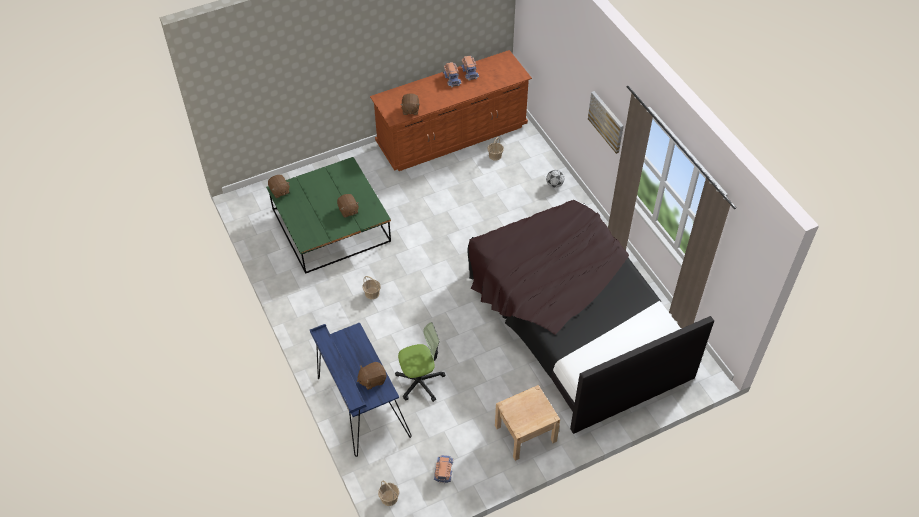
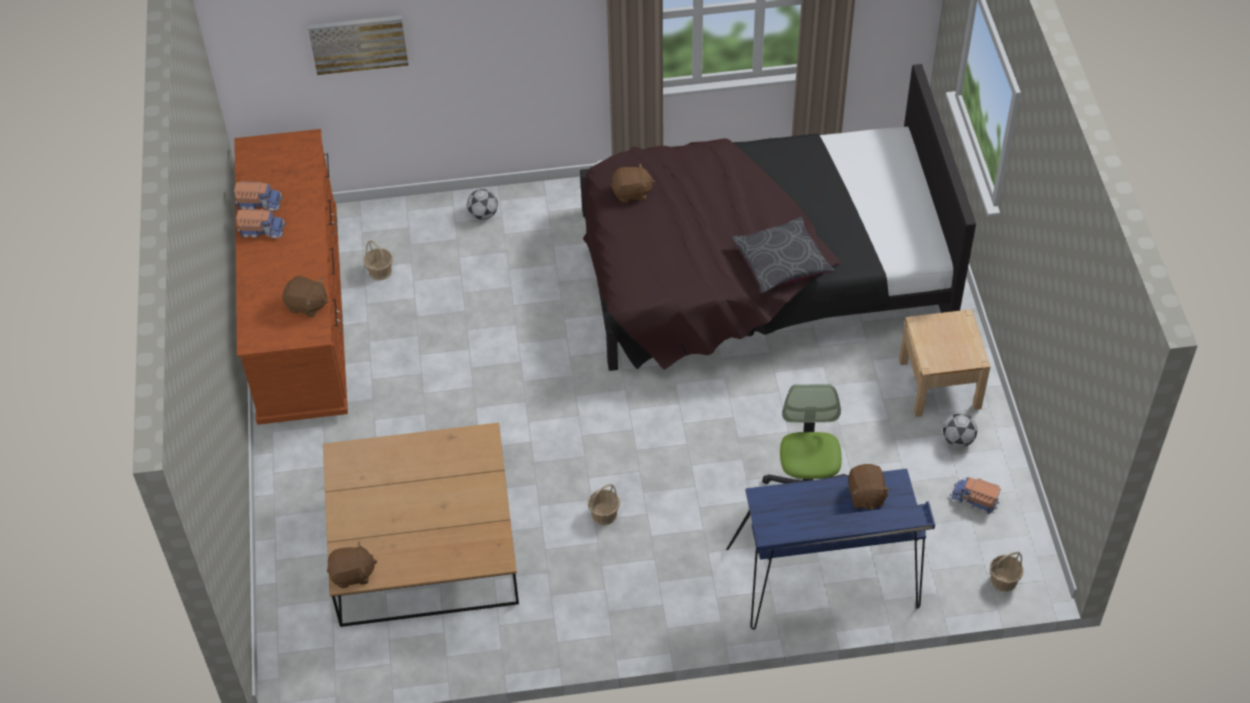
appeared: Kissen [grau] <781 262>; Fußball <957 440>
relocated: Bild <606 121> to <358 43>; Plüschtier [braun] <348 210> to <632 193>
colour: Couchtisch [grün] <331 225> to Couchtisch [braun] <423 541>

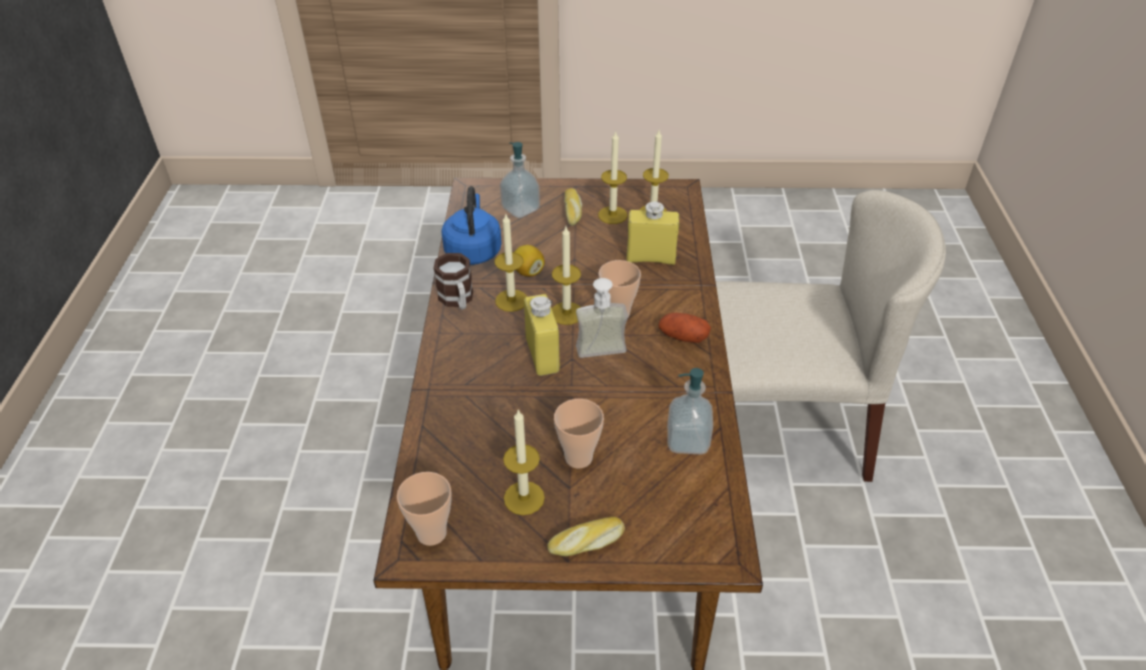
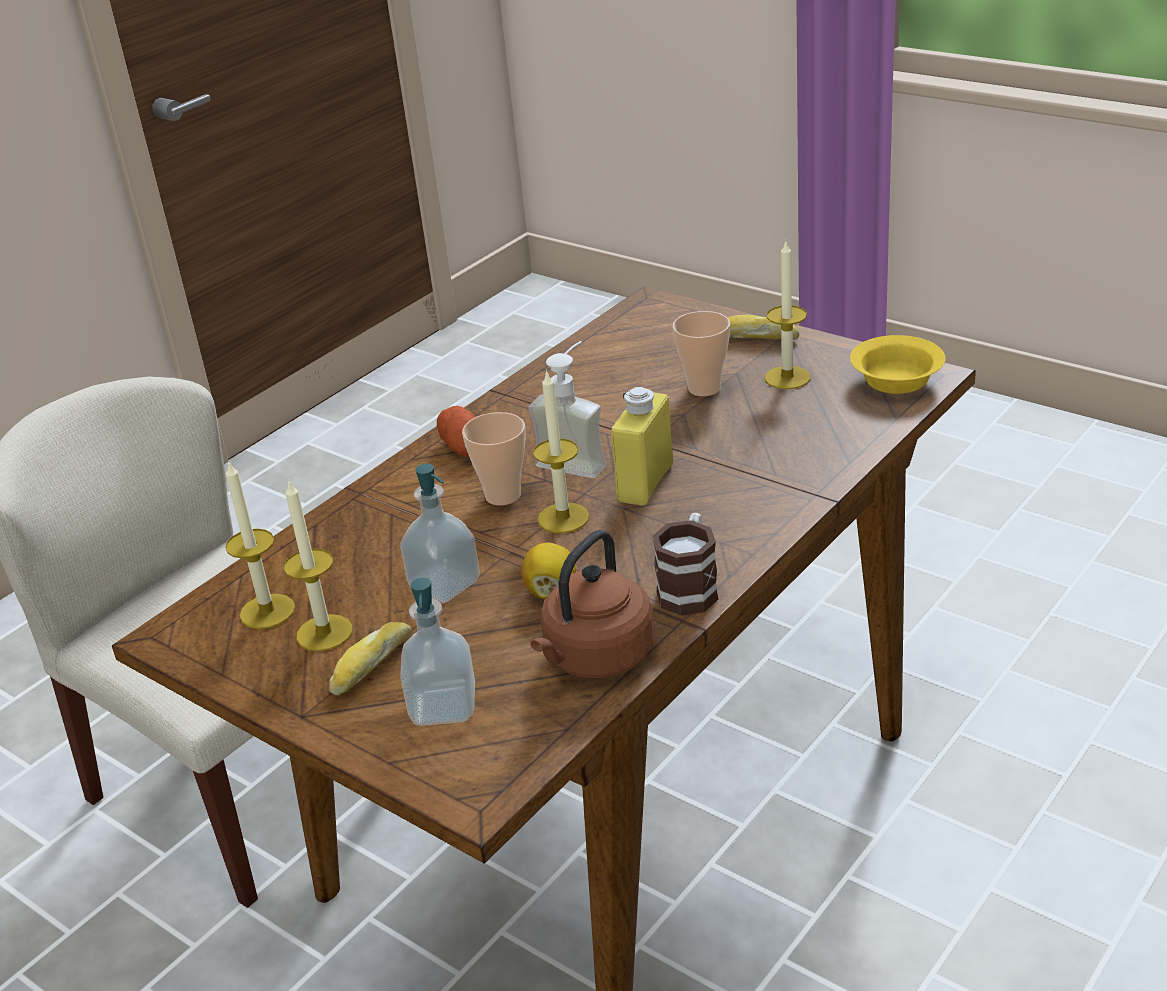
missing: Flasche [gelb] <650 258>; Kerze <511 300>
relocated: Seifenspender <687 441> to <444 585>
exchanged: Tasse <431 533> to Schüssel [gelb] <898 380>
colour: Wasserkessel [blau] <473 250> to Wasserkessel [braun] <596 658>

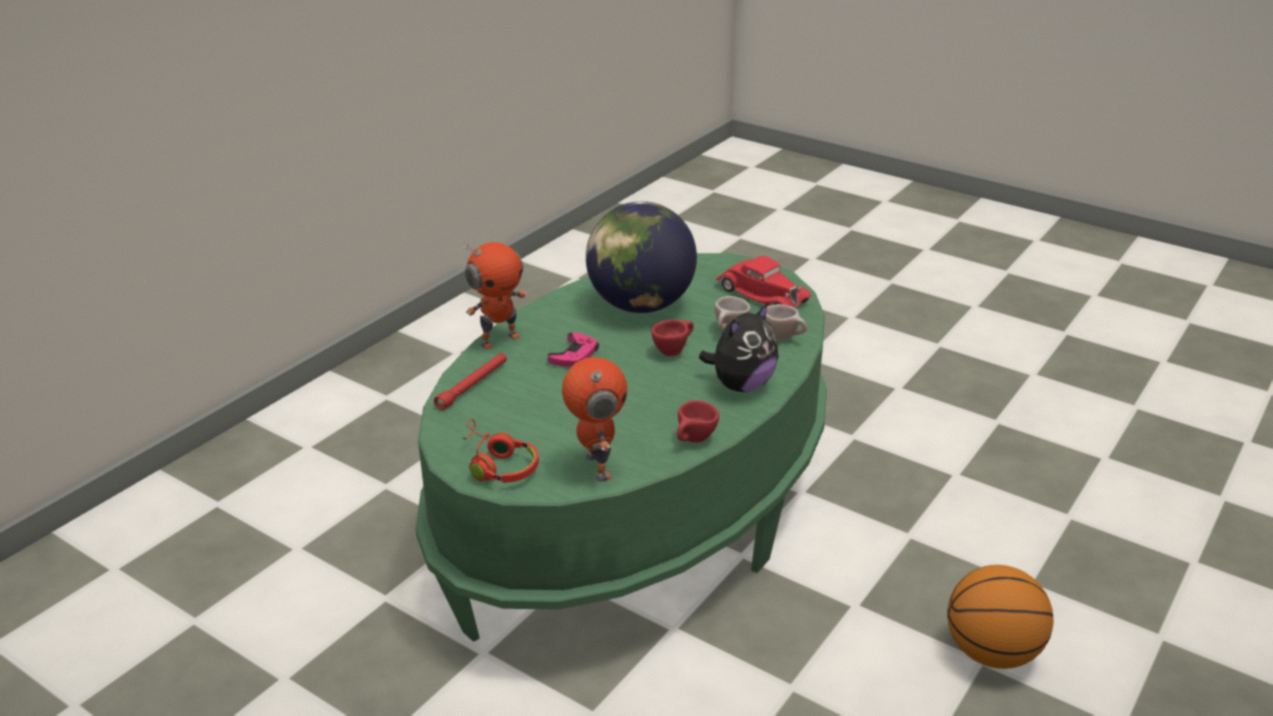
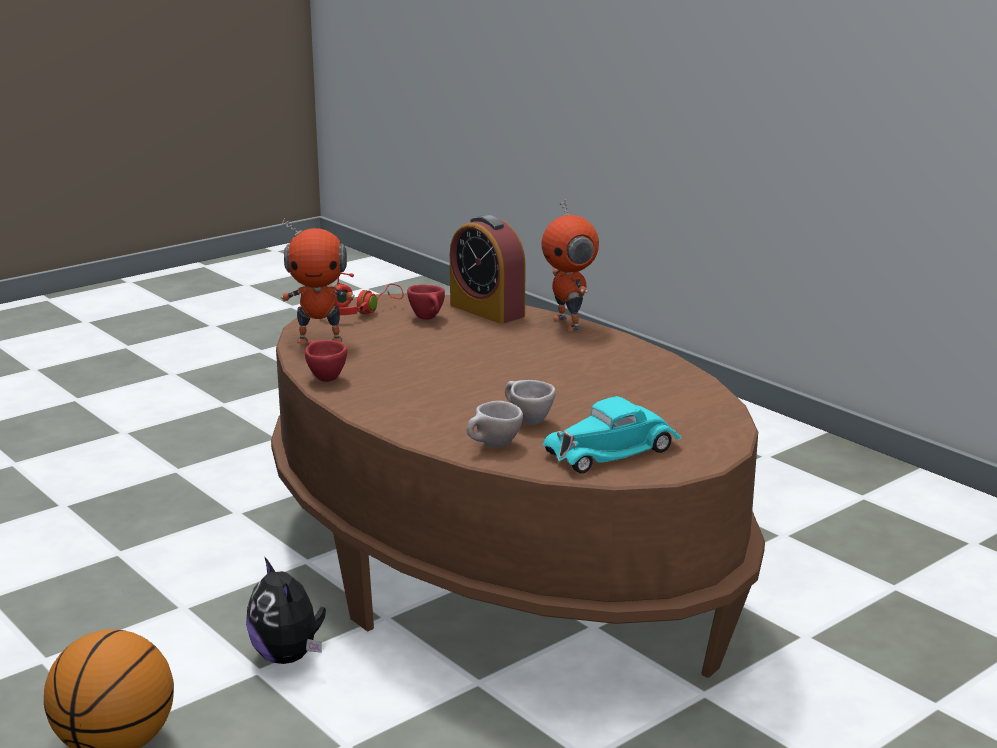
missing: Globus <640 305>; Gamepad [rosa] <574 355>
relocated: Plüschtier <741 385> to <288 656>; Tasse [rot] <673 351> to <429 319>
exchanged: Taschenlampe [rot] <473 386> to Wecker <487 310>
colour: Couchtisch [grün] <636 510> to Couchtisch [braun] <498 567>; Spielzeugauto [rot] <761 294> to Spielzeugauto [türkis] <613 451>

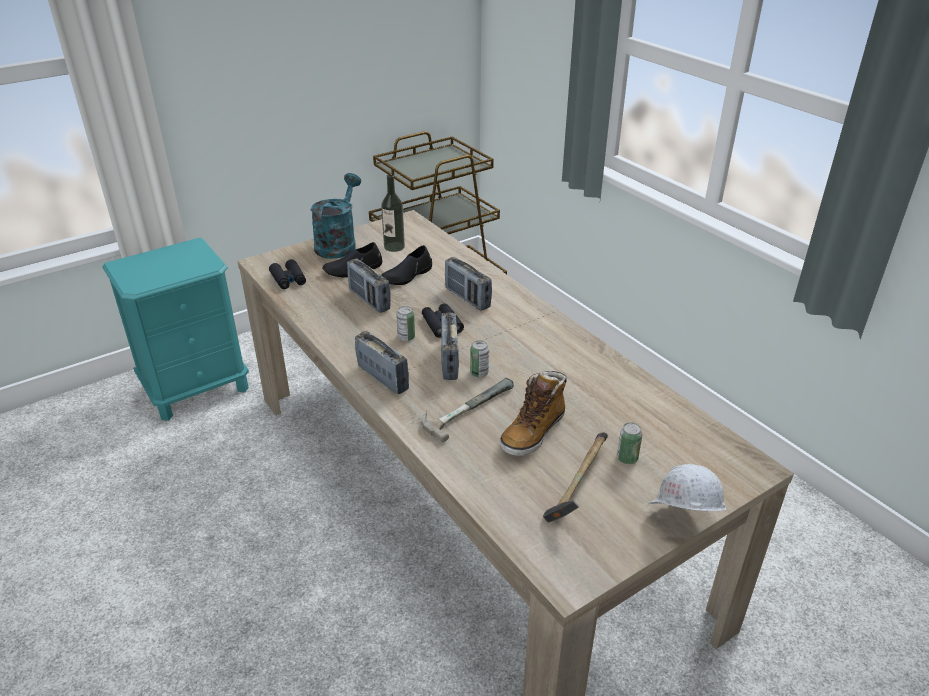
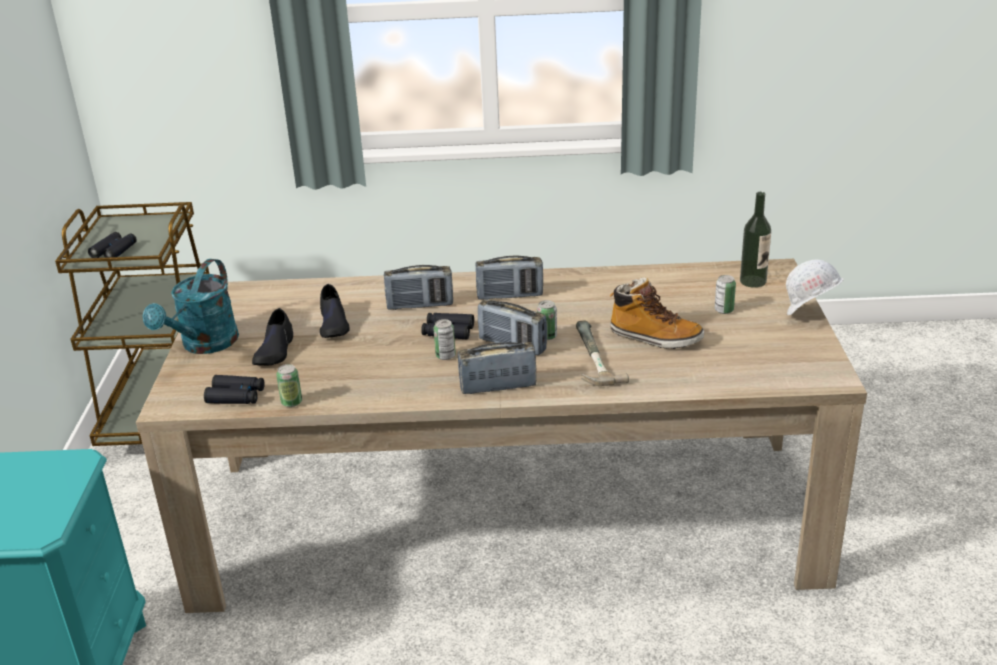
missing: Hammer <577 487>
appeared: Fernglas [schwarz] <114 251>; Dose <292 402>
relocated: Flasche <394 247> to <753 281>; Radio <369 300> to <510 296>
spun: Gießkanne [türkis] <338 243> = <204 345> 120 degrees counterclockwise; Stiefel <533 432> = <655 338> 45 degrees counterclockwise

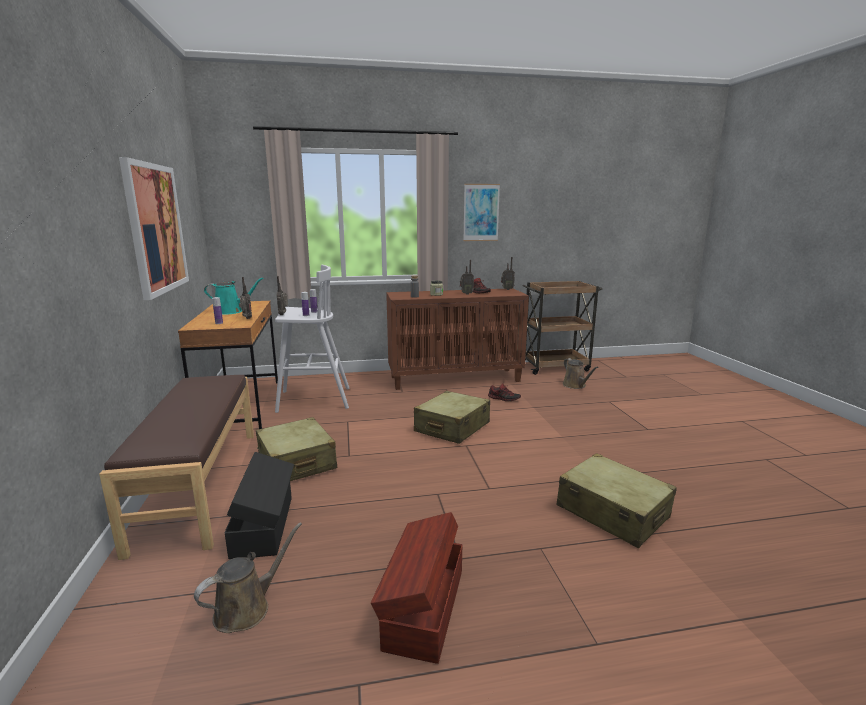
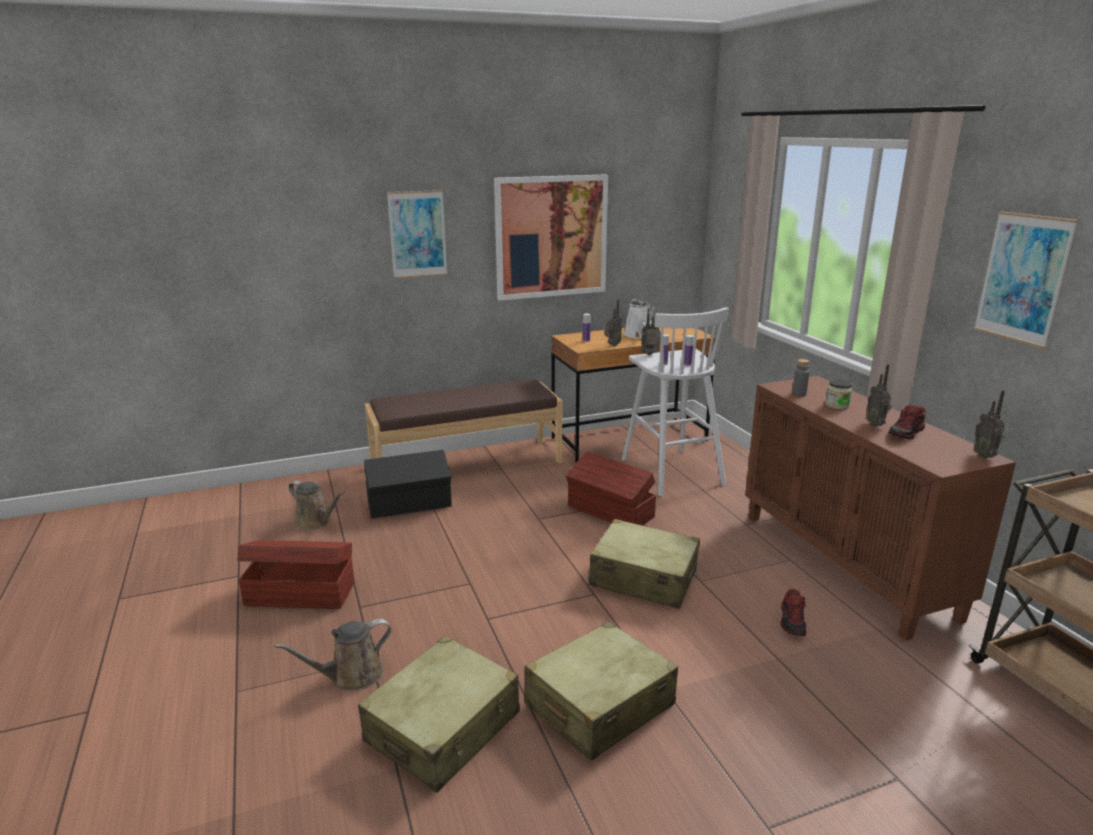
appeared: Bild <417 234>; Aufbewahrungsbox [braun] <610 512>
relocated: Gießkanne [braun] <575 385> to <351 676>; Koffer [beige] <296 463> to <599 705>
colour: Gießkanne [türkis] <231 311> to Gießkanne [weiß] <640 335>

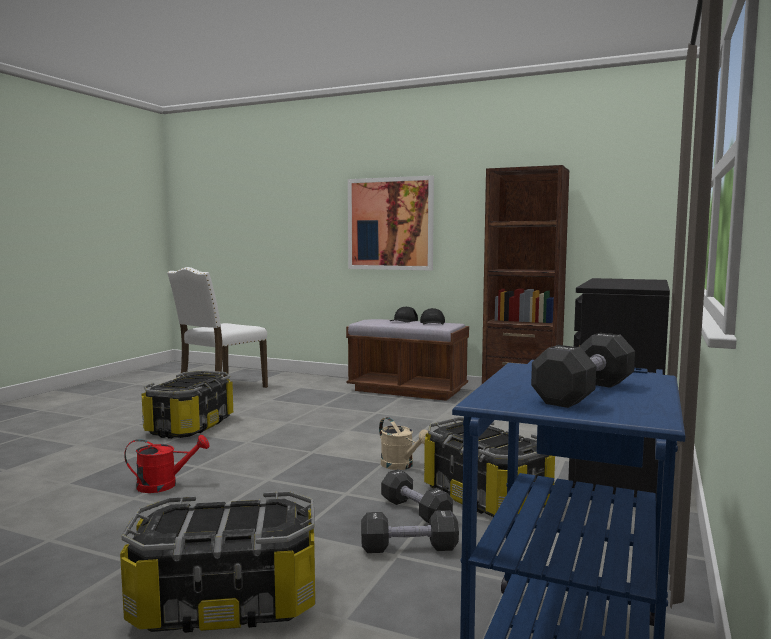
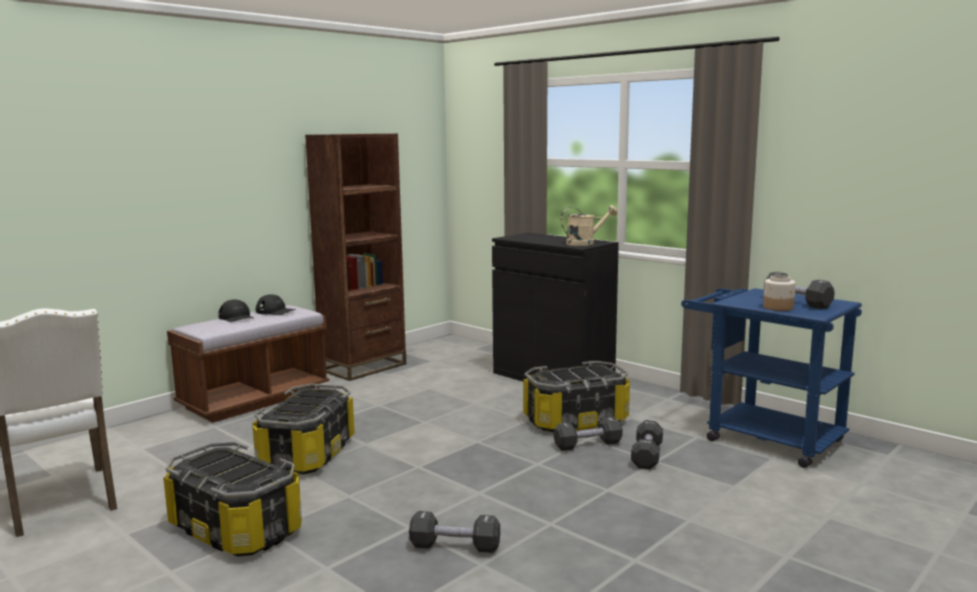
missing: Bild <390 224>
appeared: Vorratsglas <778 307>
relocated: Gießkanne [beige] <401 466> to <585 243>; Aufbewahrungsbox <226 603> to <308 454>
exchanged: Gießkanne [rot] <164 485> to Hantel [schwarz] <455 546>

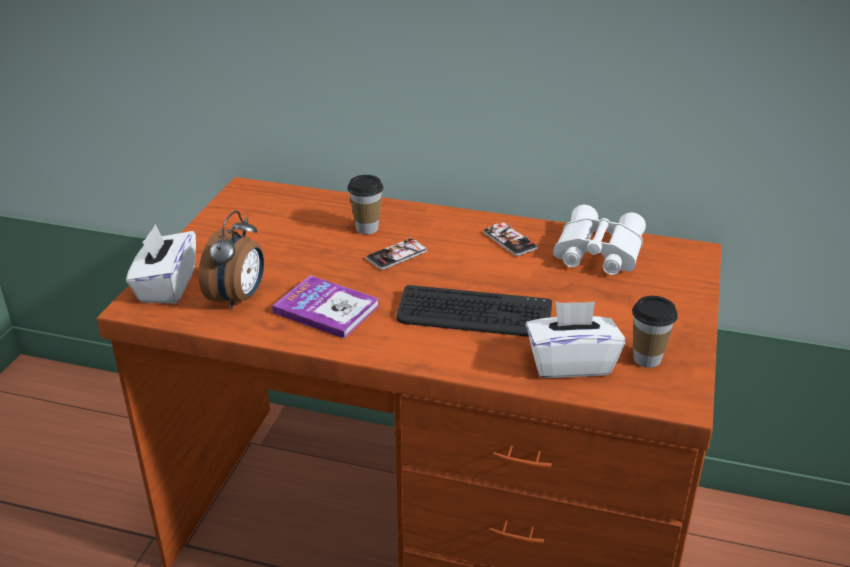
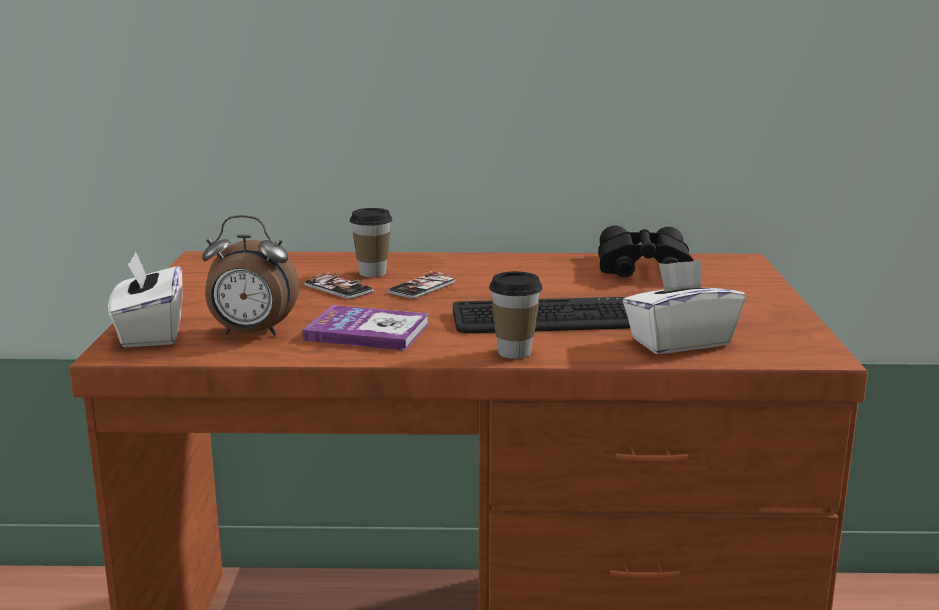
relocated: Handy <510 240> to <338 288>; Tasse <647 359> to <514 352>
colour: Fernglas [weiß] <596 252> to Fernglas [schwarz] <641 268>
spun: Wecker <238 298> = <251 334> 90 degrees clockwise

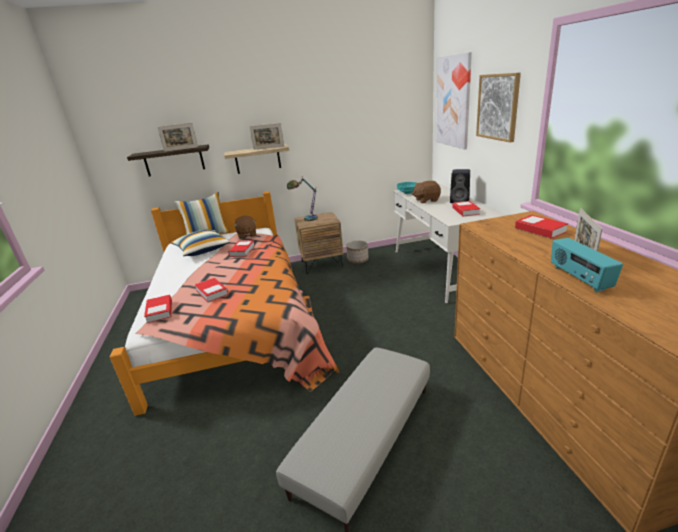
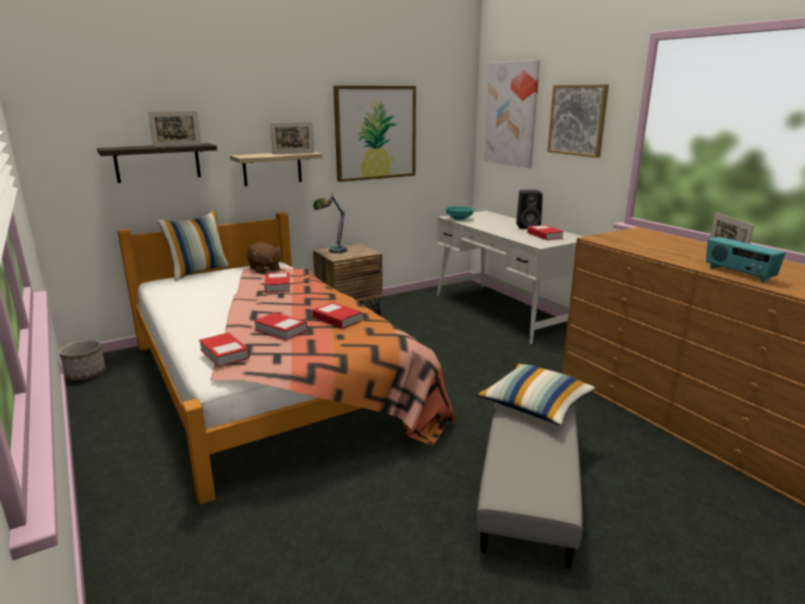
missing: Plüschtier [braun] <426 200>
appeared: Bild <375 133>
relocated: Buch <540 230> to <337 319>; Kissen <202 250> to <535 405>; Pflanzkübel <358 260> to <86 374>

